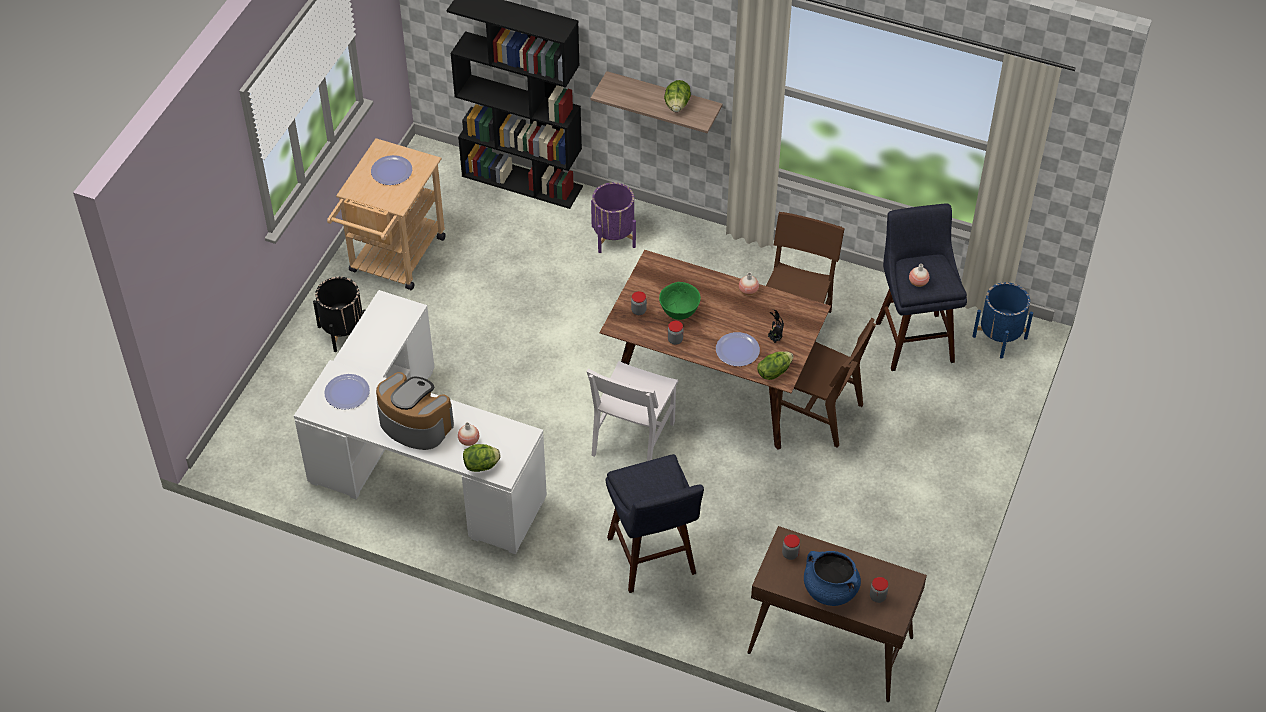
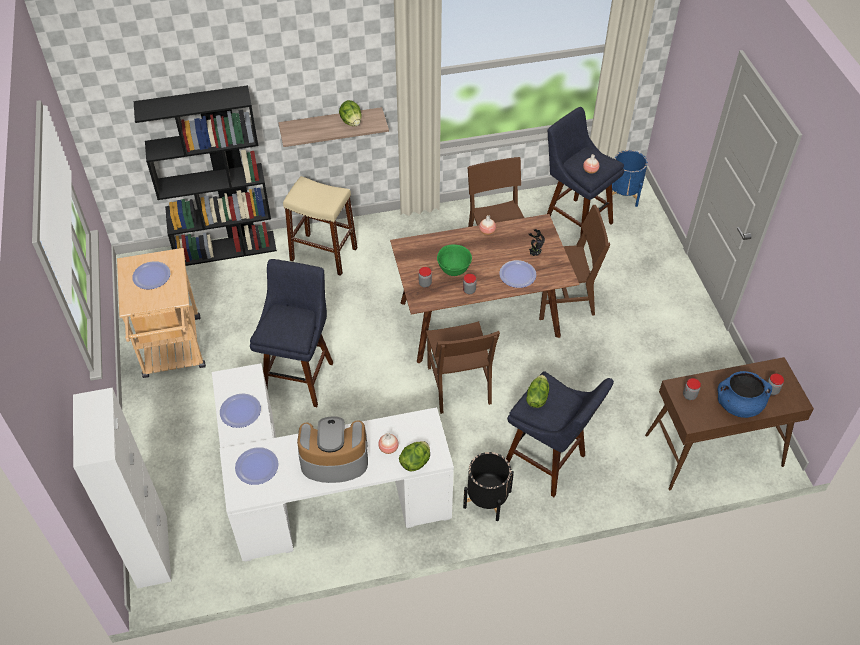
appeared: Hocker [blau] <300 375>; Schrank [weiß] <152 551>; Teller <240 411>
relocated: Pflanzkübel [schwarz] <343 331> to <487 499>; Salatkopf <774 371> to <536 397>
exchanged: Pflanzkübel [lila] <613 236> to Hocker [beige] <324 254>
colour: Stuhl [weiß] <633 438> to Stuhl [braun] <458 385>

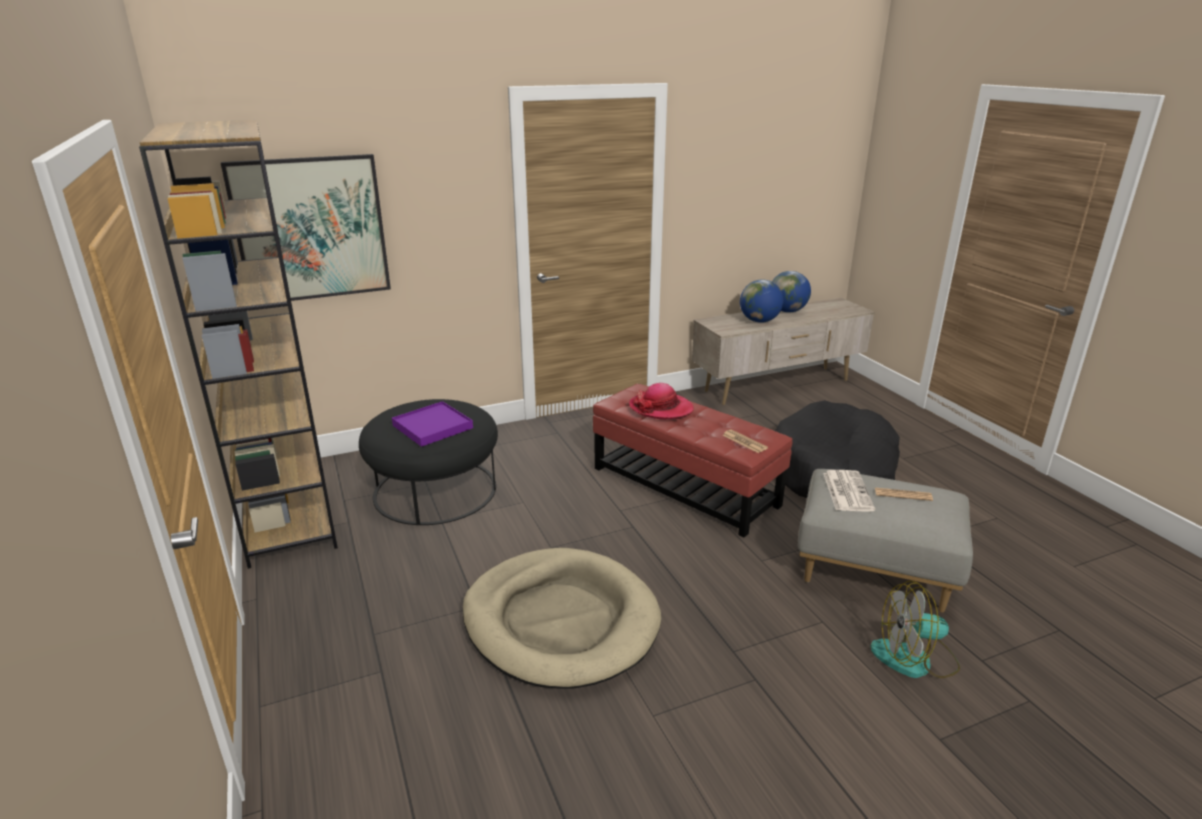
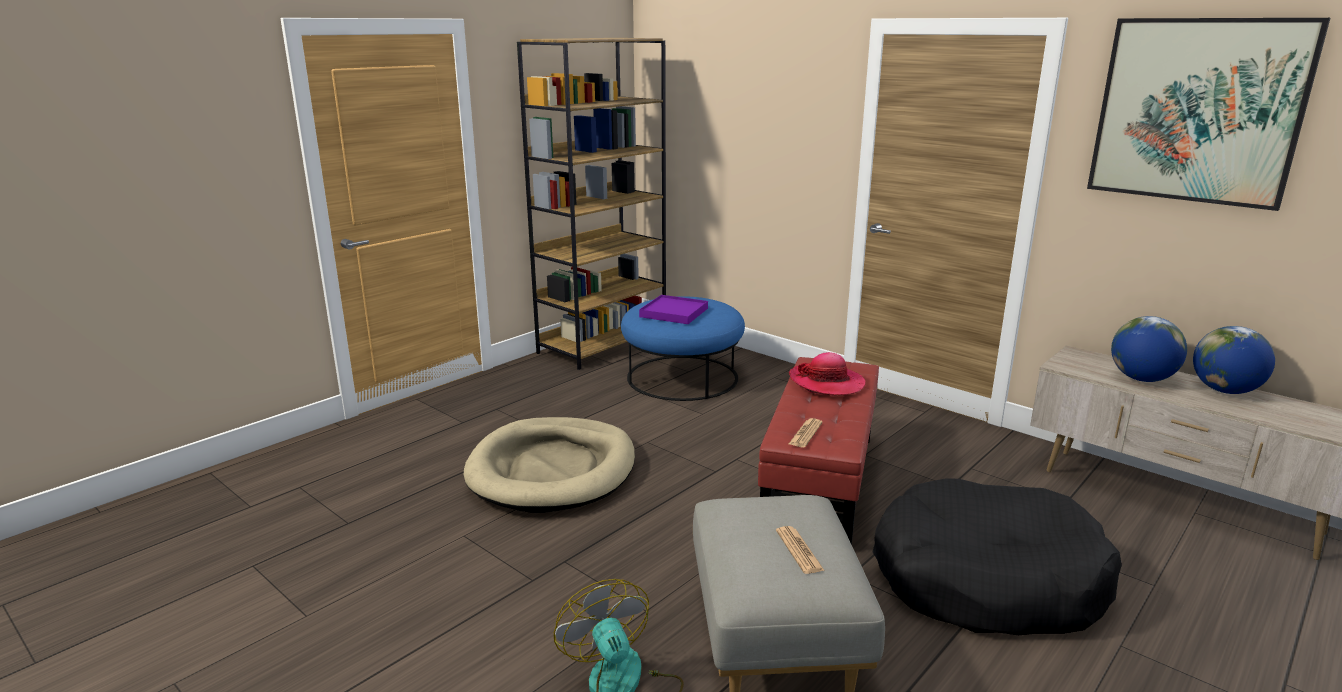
missing: Zeitung <846 491>
relocated: Bild <311 229> to <1197 111>
colour: Polsterhocker [schwarz] <435 490> to Polsterhocker [blau] <682 377>

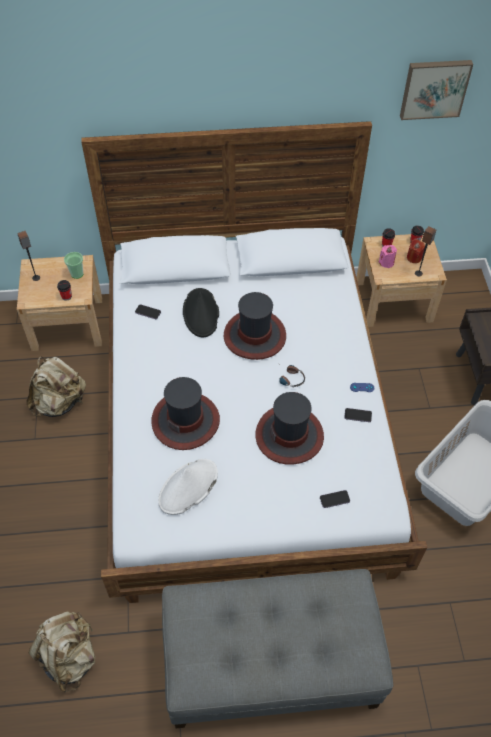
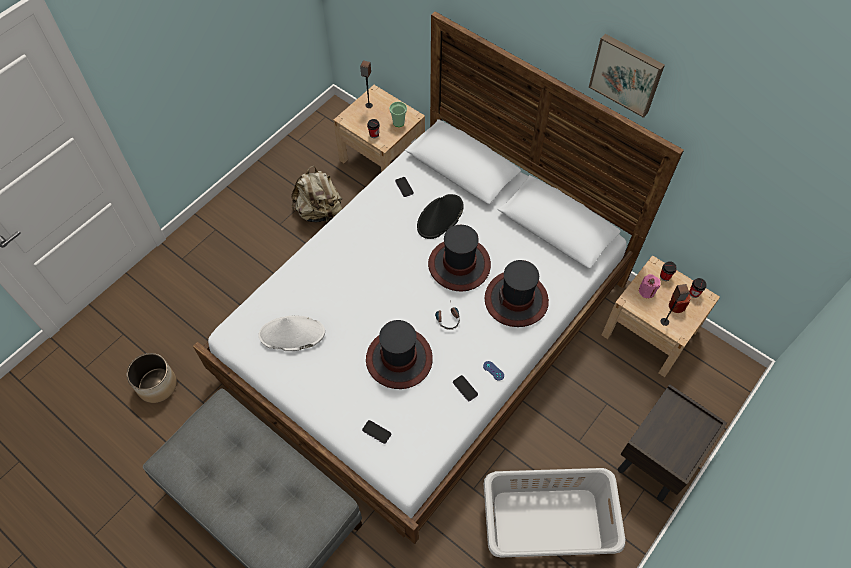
relocated: Bild <434 88> to <627 74>; Hut <186 420> to <516 299>
exchanged: Rucksack [beige] <70 656> to Pflanzkübel <157 384>

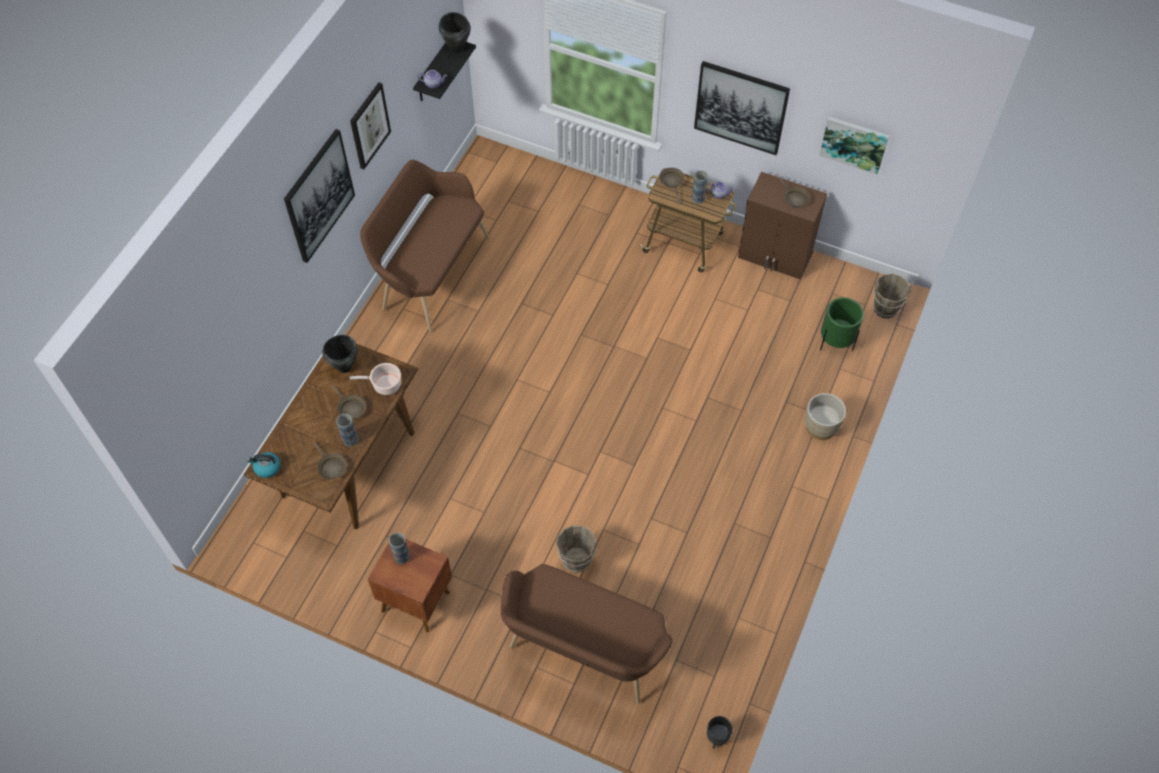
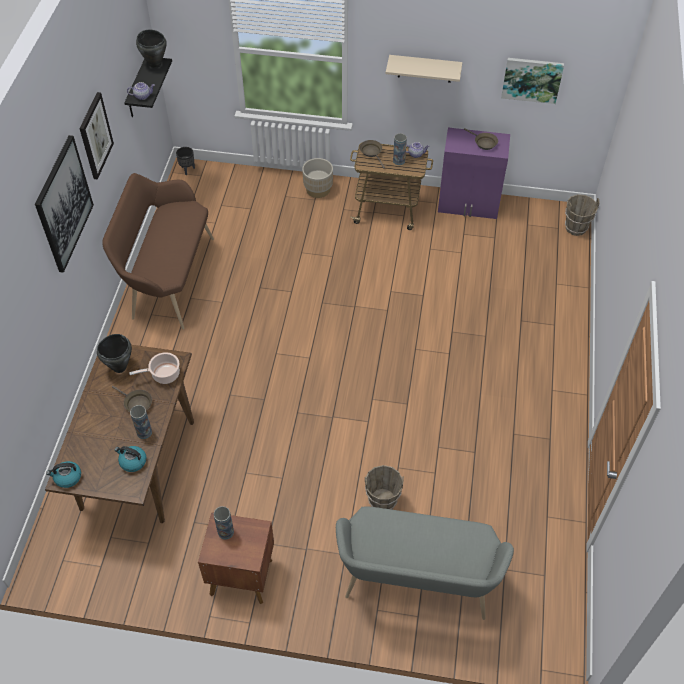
missing: Pflanzkübel [grün] <835 342>
relocated: Pflanzkübel [beige] <820 427> to <318 189>; Pflanzkübel [schwarz] <716 737> to <187 169>
exchanged: Bild <741 107> to Wandregal [beige] <424 68>; Pfanne [braun] <331 467> to Wasserkessel <132 462>
colour: Schrank [braun] <775 256> to Schrank [lila] <468 205>; Bank [braun] <583 652> to Bank [grau] <417 584>

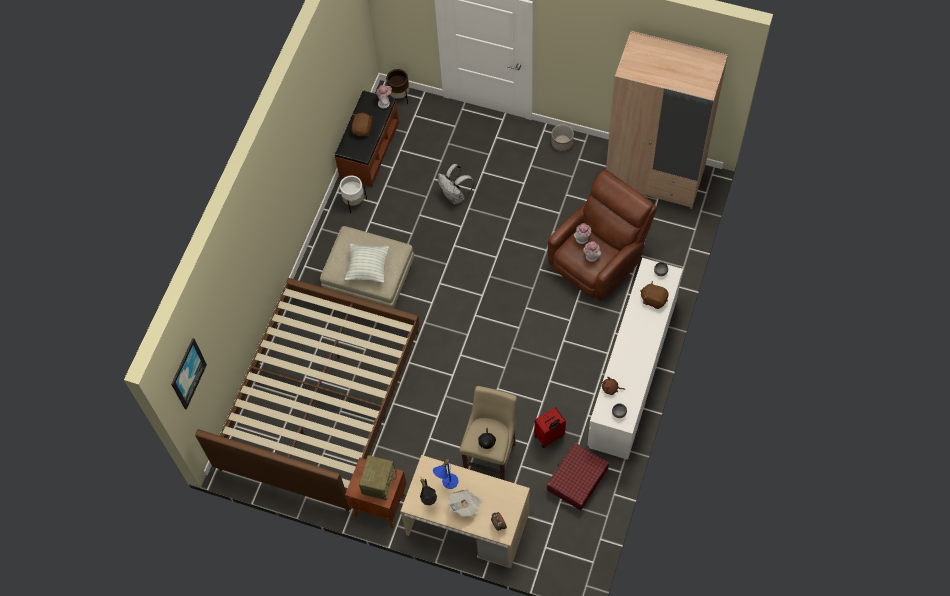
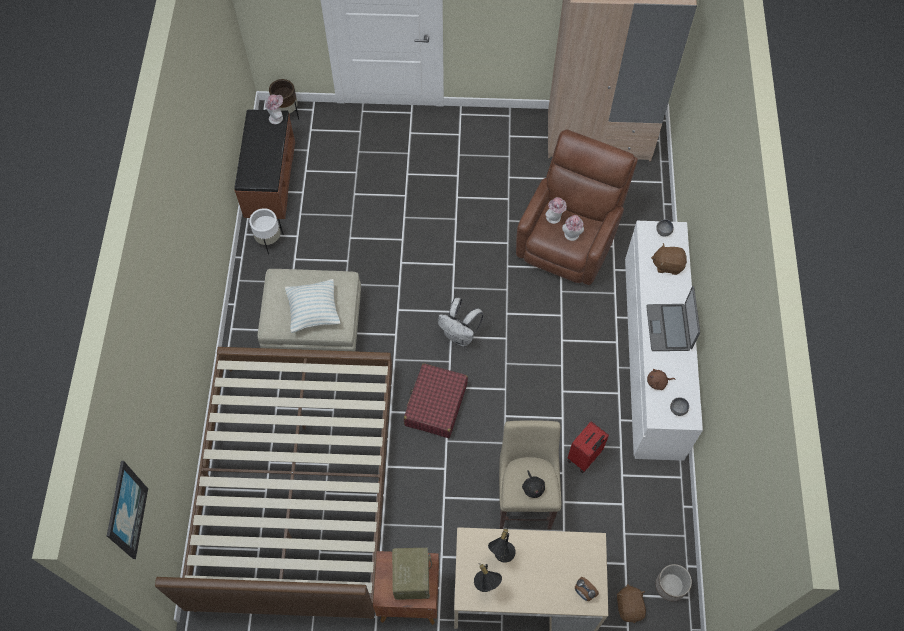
missing: Zeitung <465 505>
appeared: Laptop <669 328>
relocated: Plüschtier [braun] <362 129> to <629 606>; Pflanzkübel <562 143> to <670 586>; Rucksack [weiß] <455 196> to <460 335>; Koffer [rot] <577 480> to <435 405>
colour: Tischlampe [blau] <447 482> to Tischlampe [schwarz] <501 555>

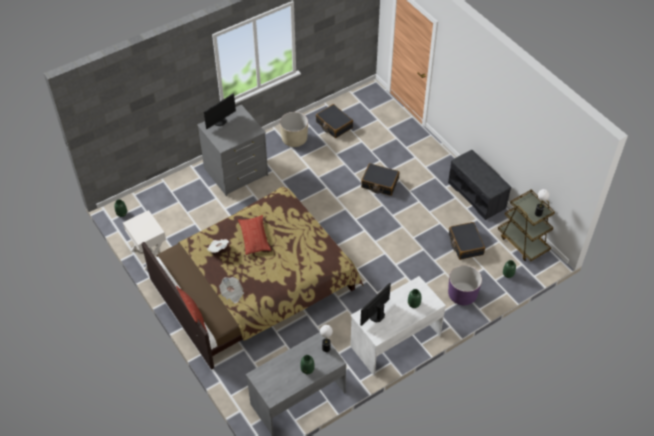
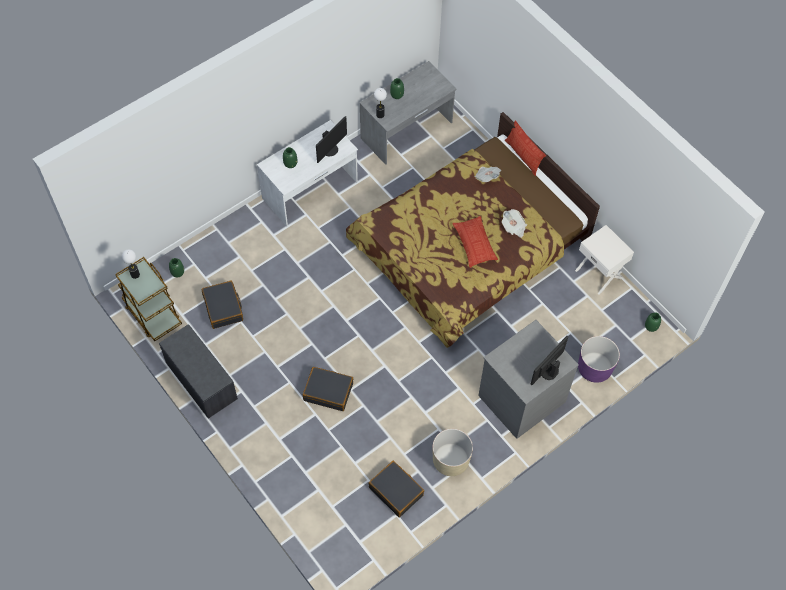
relocated: Pflanzkübel [lila] <462 295> to <594 368>

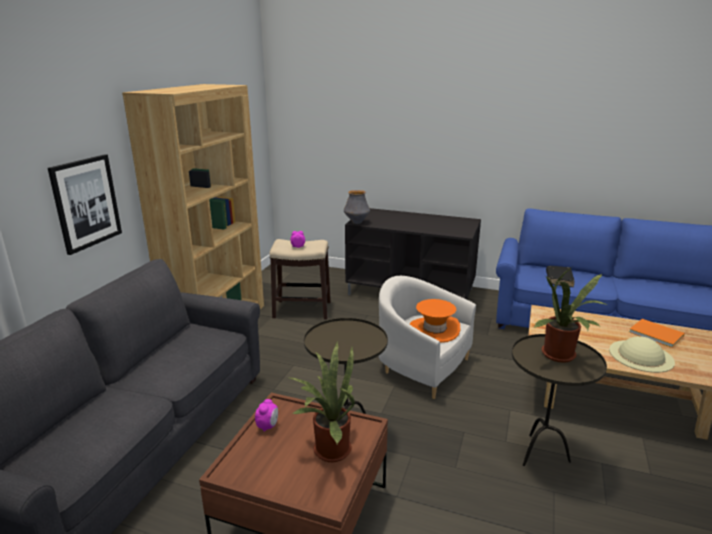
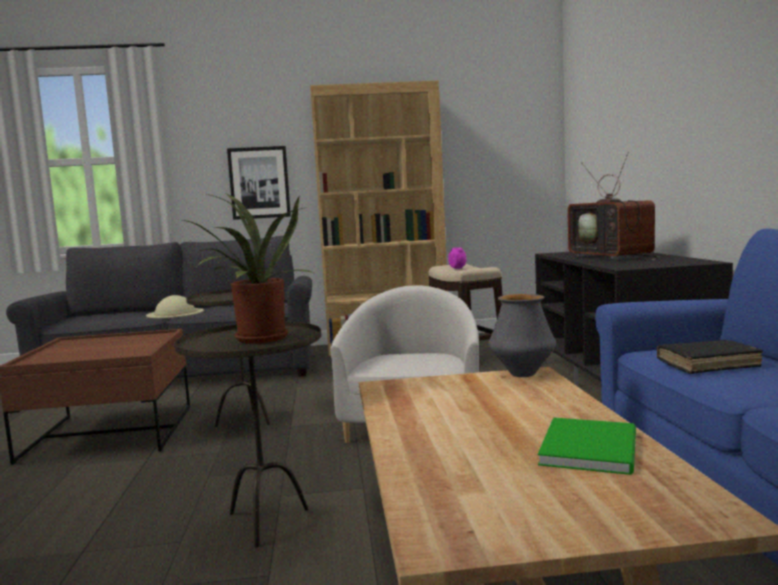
missing: Hut [orange] <434 329>; Topfpflanze <328 449>; Wecker <268 426>
appeared: Fernseher <614 257>
relocated: Vase <356 222> to <522 374>; Hut [beige] <641 355> to <175 313>
colour: Buch [orange] <655 333> to Buch [grün] <592 447>

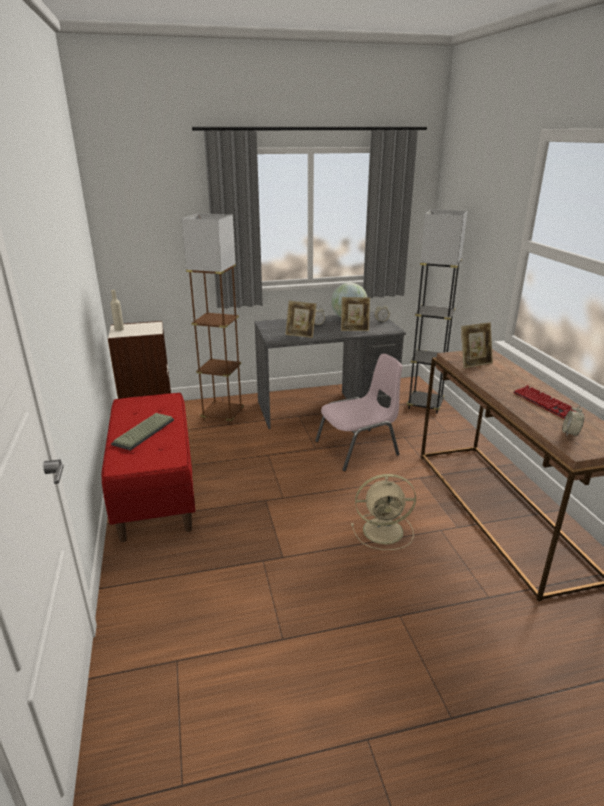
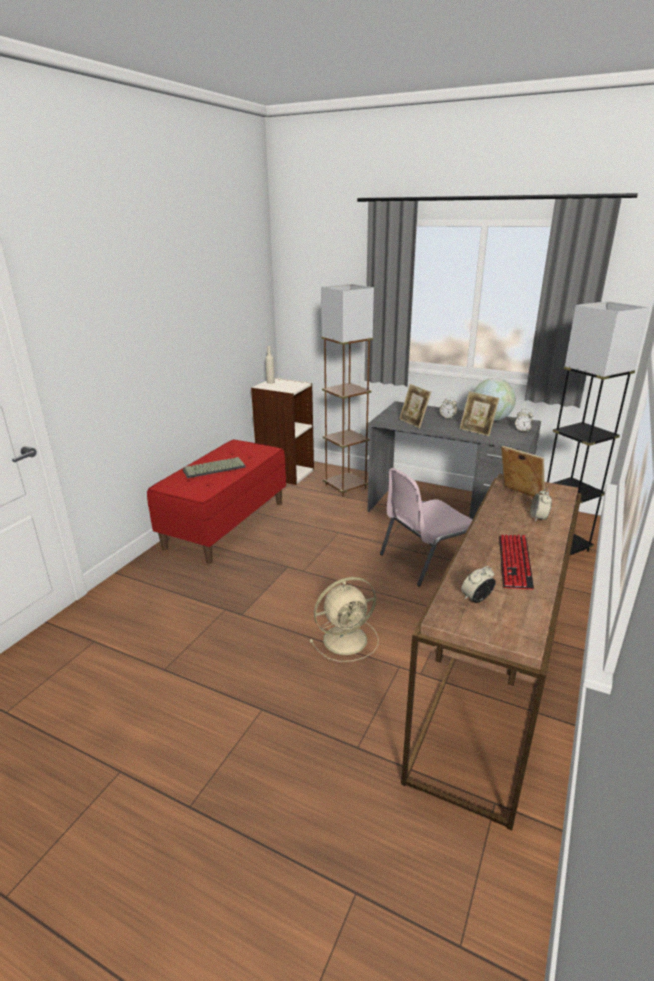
appeared: Wecker <538 518>
spun: Bilderrahmen <474 363> = <519 496> 150 degrees counterclockwise; Stuhl [rosa] <358 448> = <425 560> 135 degrees clockwise; Ventilator [beige] <384 531> = <347 639> 60 degrees counterclockwise

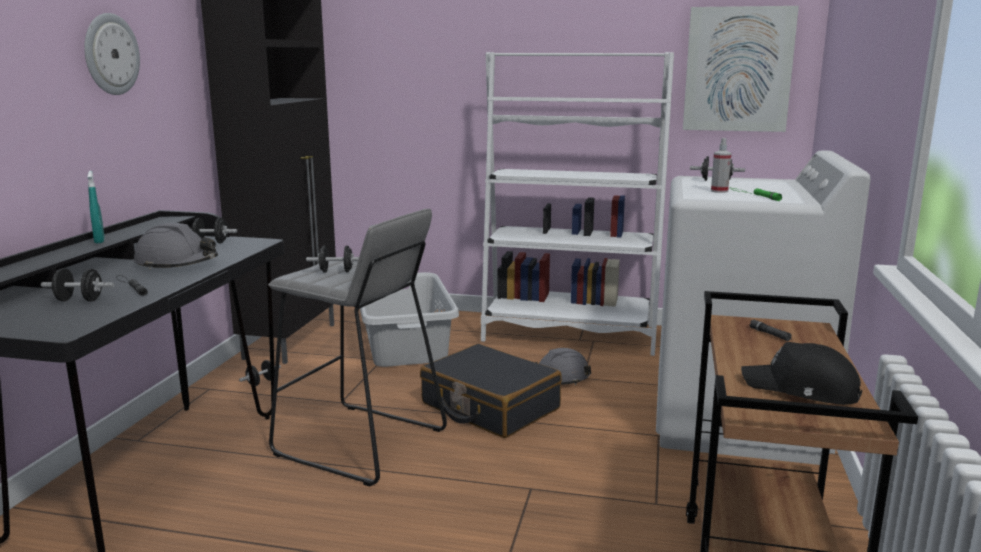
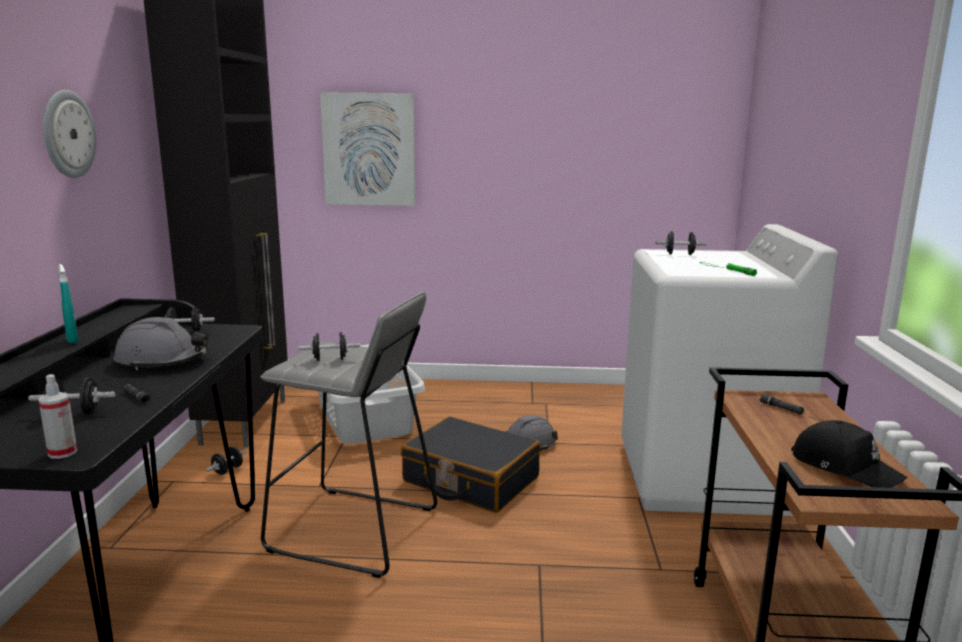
missing: Bücherregal [weiß] <569 334>
relocated: Bild <738 69> to <369 149>; Sprühflasche <719 191> to <62 452>
spun: Kappe [schwarz] <801 389> = <844 467> 150 degrees counterclockwise

